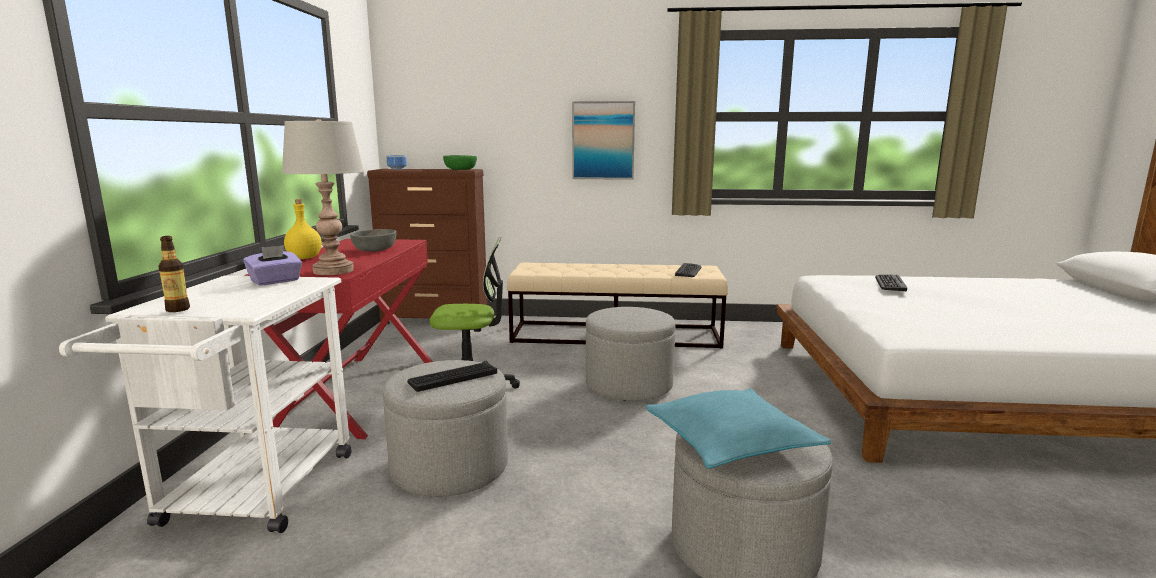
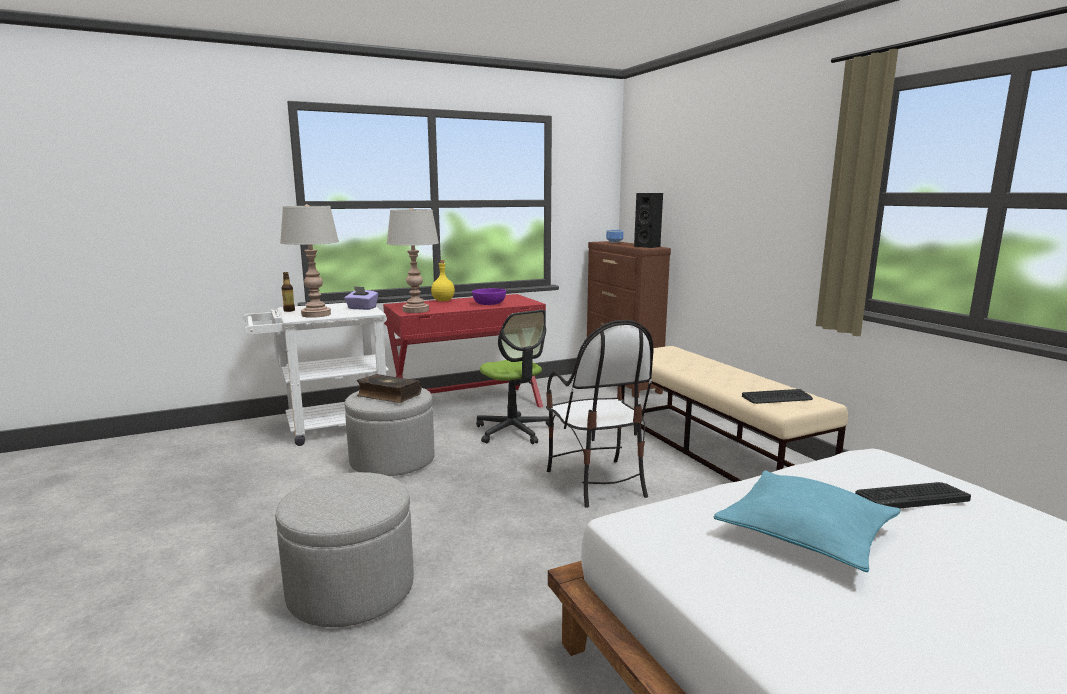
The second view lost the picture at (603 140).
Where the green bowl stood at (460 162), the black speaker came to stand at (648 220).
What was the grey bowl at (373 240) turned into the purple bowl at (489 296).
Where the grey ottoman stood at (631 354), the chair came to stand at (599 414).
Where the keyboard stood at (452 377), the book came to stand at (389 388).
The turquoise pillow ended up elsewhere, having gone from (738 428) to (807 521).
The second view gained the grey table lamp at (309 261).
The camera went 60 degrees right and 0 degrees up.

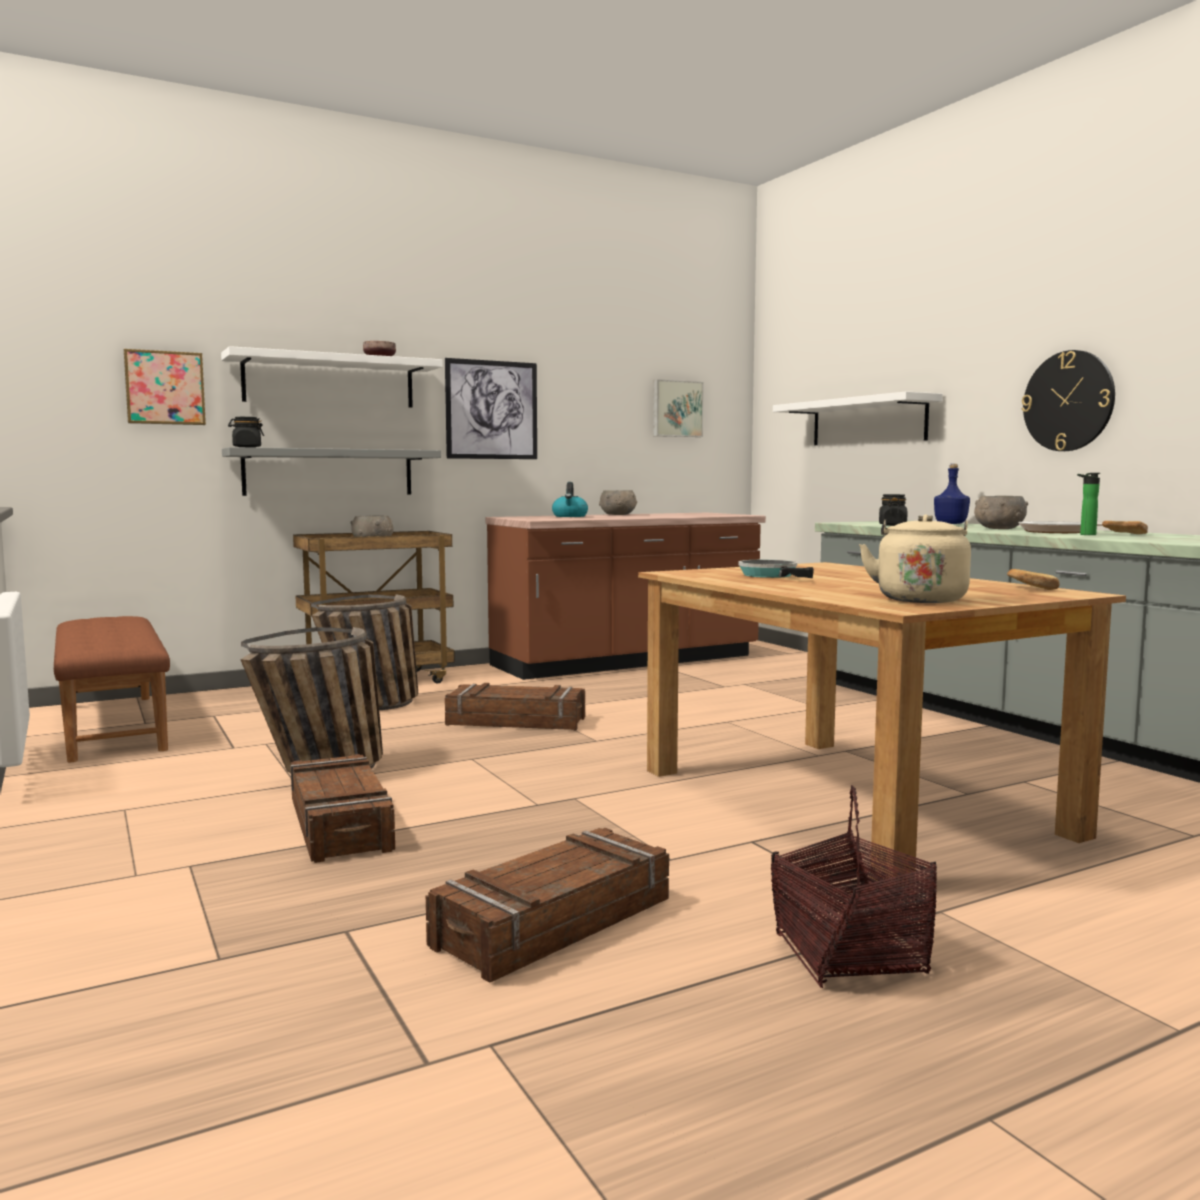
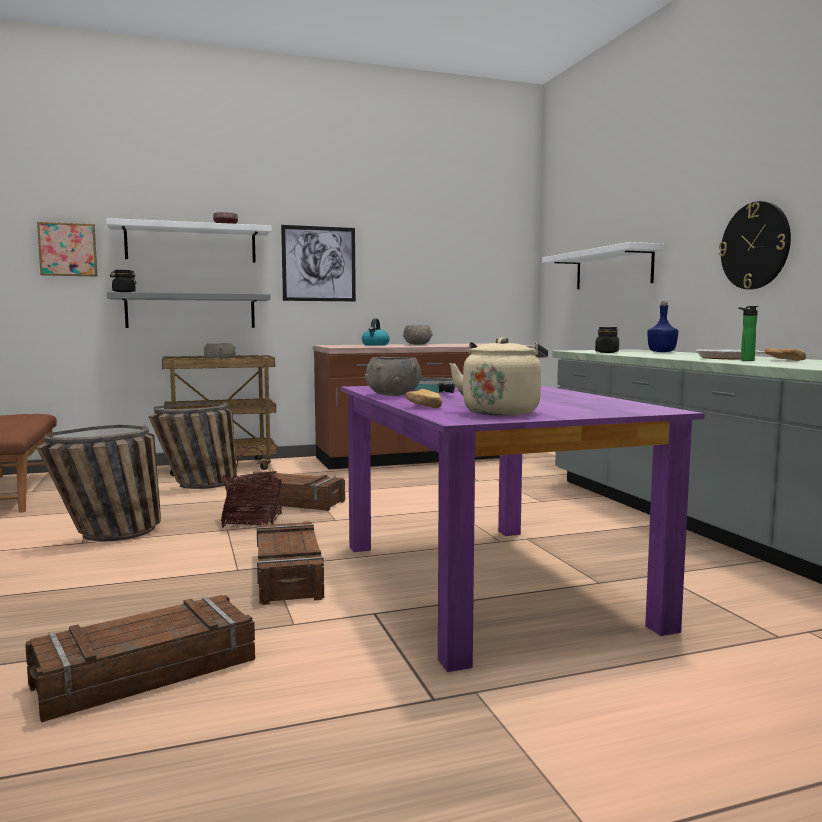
The second view lost the picture at (678 408).
The grey bowl ended up elsewhere, having gone from (1001 512) to (393 376).
What was the brown dining table at (882 727) turned into the purple dining table at (523 528).
The bread ended up elsewhere, having gone from (1033 579) to (423 398).
The crate ended up elsewhere, having gone from (343 808) to (290 563).
The basket ended up elsewhere, having gone from (854 886) to (251 487).
The camera went 10 degrees right and 0 degrees up.

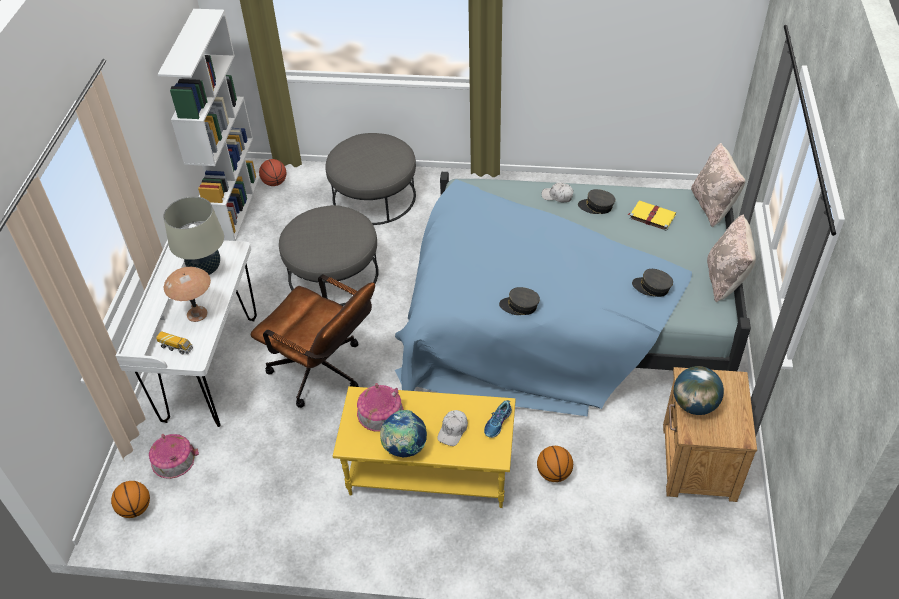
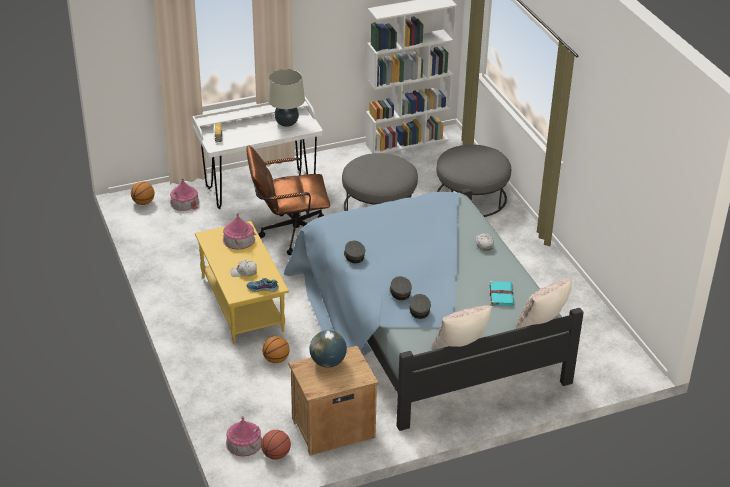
The basketball ended up elsewhere, having gone from (273 172) to (276 445).
The grey cap ended up elsewhere, having gone from (596 201) to (401 288).
What was the yellow book at (651 215) turned into the turquoise book at (501 293).
The second view lost the brown table lamp at (187 294).
The brown office chair at (312 341) ended up facing another way, 75 degrees clockwise from before.
The second view lost the globe at (403 433).
The second view gained the toy house at (244 436).
The camera went 60 degrees right and 10 degrees down.

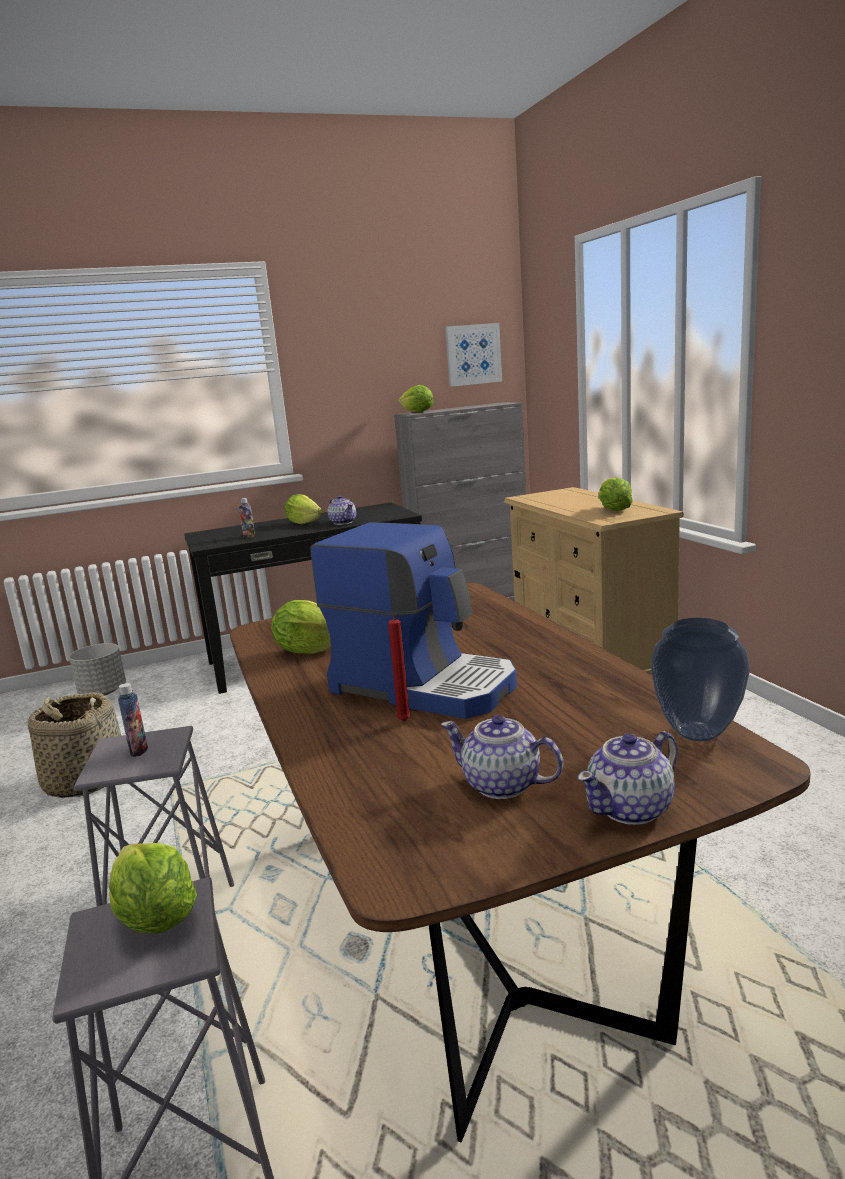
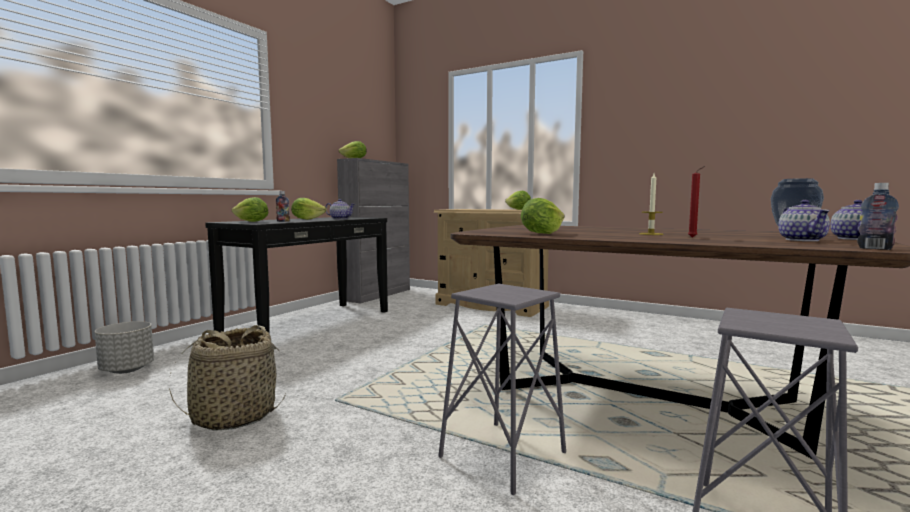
The second view lost the picture at (473 355).
Where the coffee machine stood at (413 620), the candle came to stand at (651 204).
The bottle ended up elsewhere, having gone from (133 720) to (878 216).
The teapot at (502 757) ended up facing another way, 75 degrees counterclockwise from before.
The lettuce ended up elsewhere, having gone from (153 888) to (250 209).
The camera went 40 degrees left and 10 degrees down.

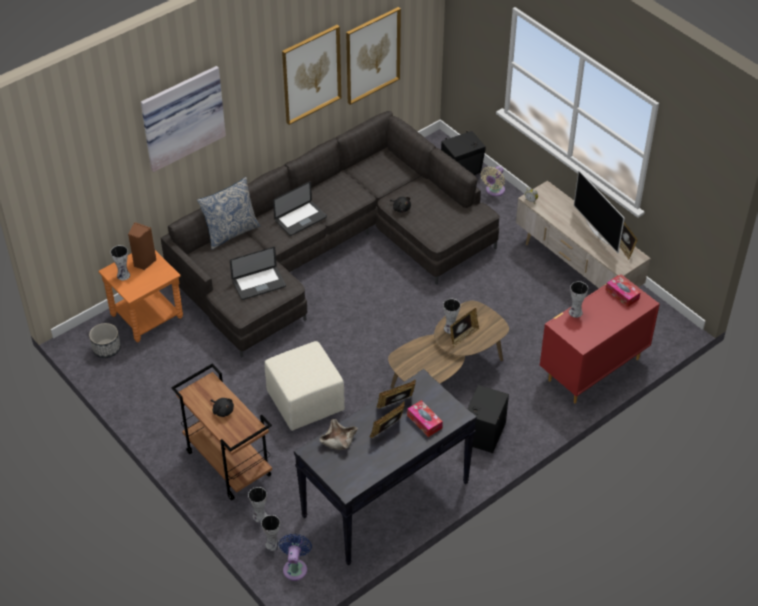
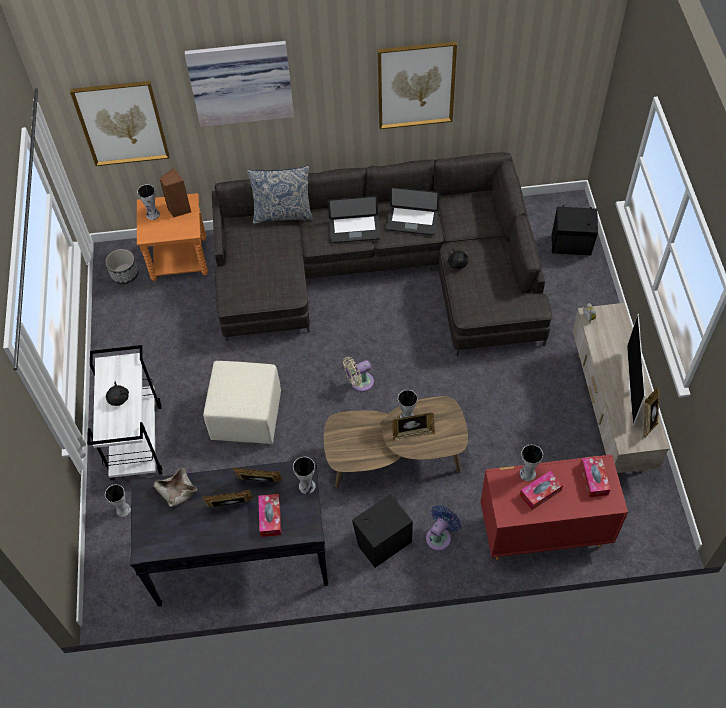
The picture ended up elsewhere, having gone from (373 56) to (119 123).
The beige fan ended up elsewhere, having gone from (493 181) to (358 374).
The laptop ended up elsewhere, having gone from (258 273) to (412 211).
What was the brown cart at (221 432) turned into the white cart at (124 412).
The vase ended up elsewhere, having gone from (270 533) to (304 475).
The blue fan ended up elsewhere, having gone from (295 557) to (443 528).
The second view gained the tissue box at (541 490).
The camera went 35 degrees right and 10 degrees up.

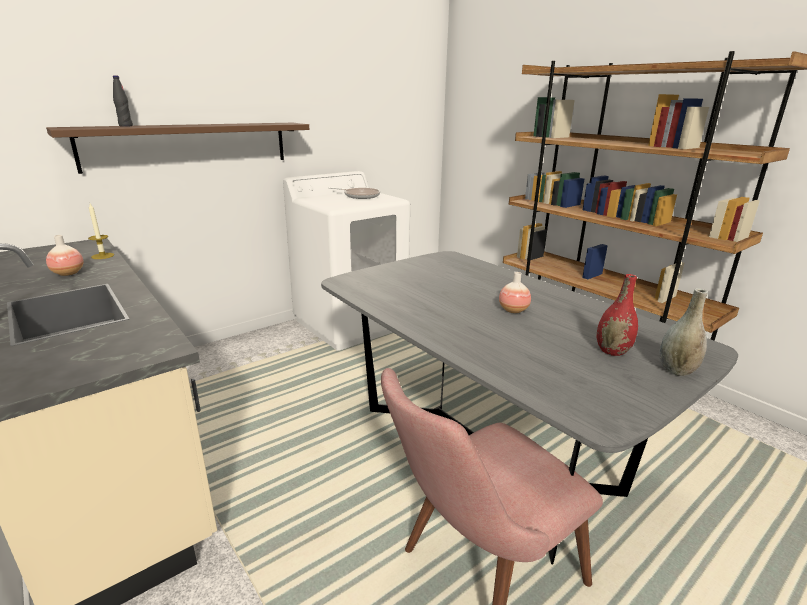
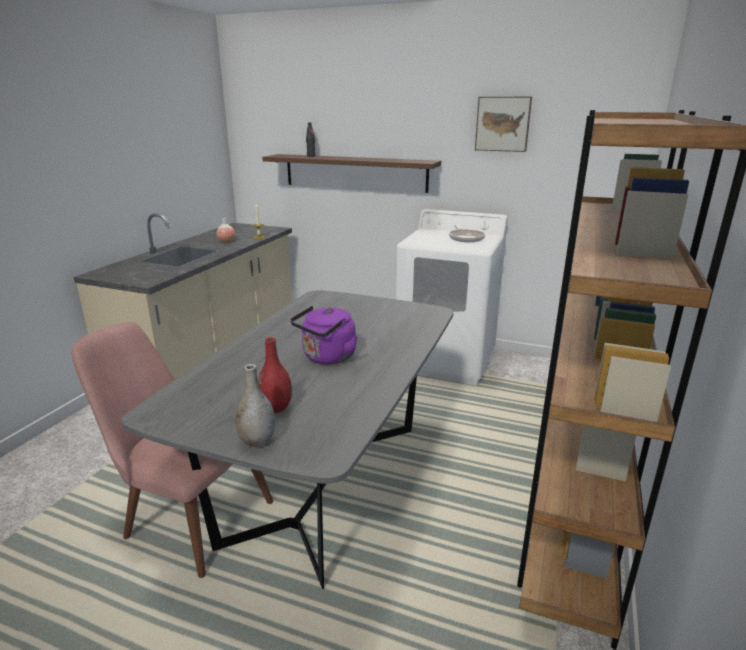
Where the vase stood at (515 292), the purple kettle came to stand at (324 335).
The second view gained the picture at (503 124).
The camera went 60 degrees right and 0 degrees up.

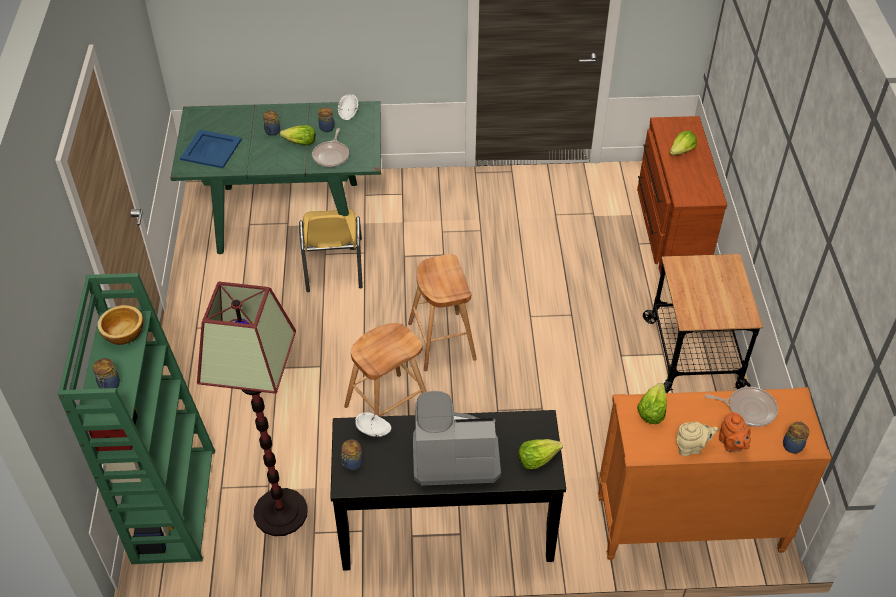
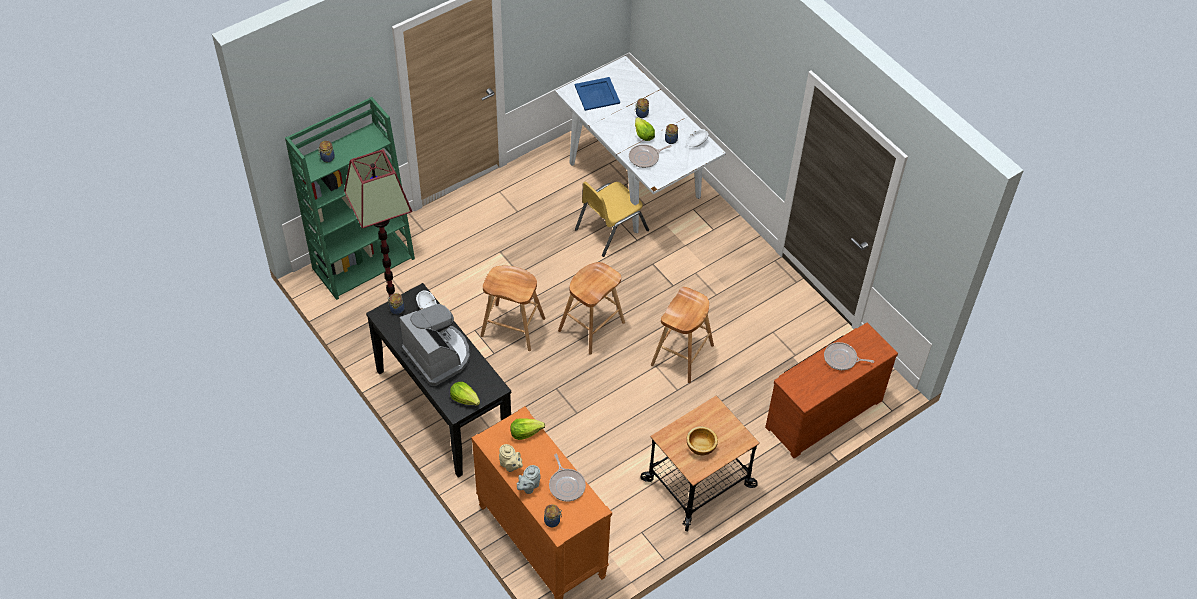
What was the green dining table at (276 177) turned into the white dining table at (640 144).
Where the lettuce stood at (683 143), the frying pan came to stand at (849 356).
The bowl ended up elsewhere, having gone from (120 325) to (702 440).
What was the orange teapot at (735 432) turned into the grey teapot at (529 479).
The second view gained the brown stool at (682 335).
The camera went 55 degrees right and 5 degrees up.

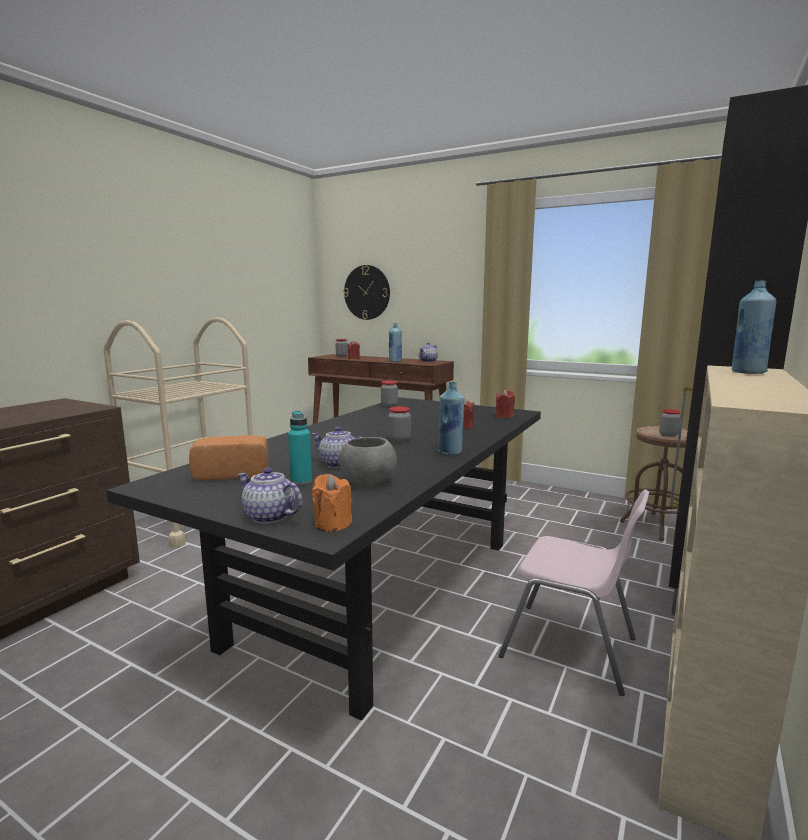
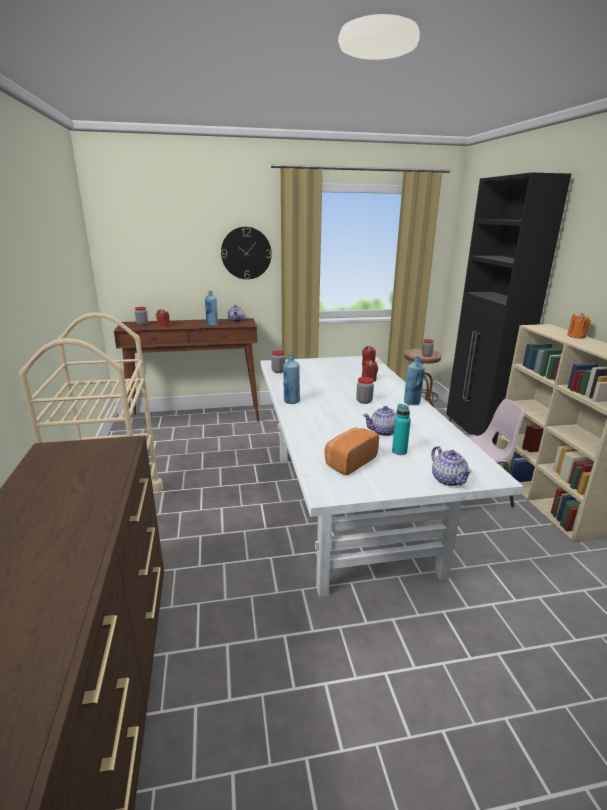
The wall clock ended up elsewhere, having gone from (366 292) to (246 253).
The blue bottle ended up elsewhere, having gone from (754 327) to (291 379).
What was the black dining table at (323 559) turned into the white dining table at (391 476).
The second view lost the grey bowl at (367 461).
The teapot at (269 496) ended up facing another way, 105 degrees counterclockwise from before.
The orange candle ended up elsewhere, having gone from (332 503) to (579 326).
The camera went 40 degrees left and 10 degrees up.

